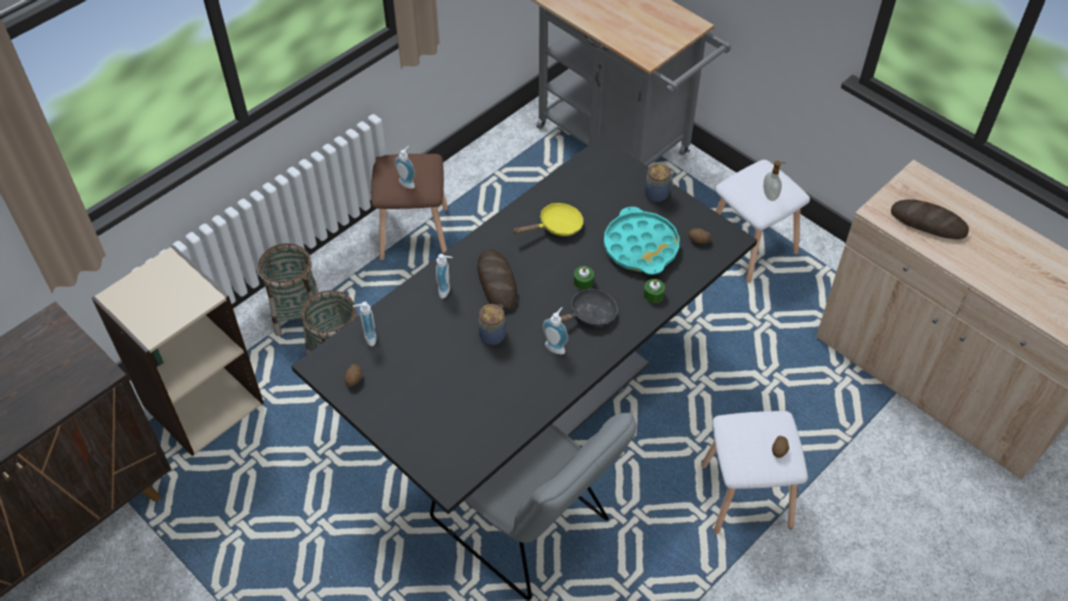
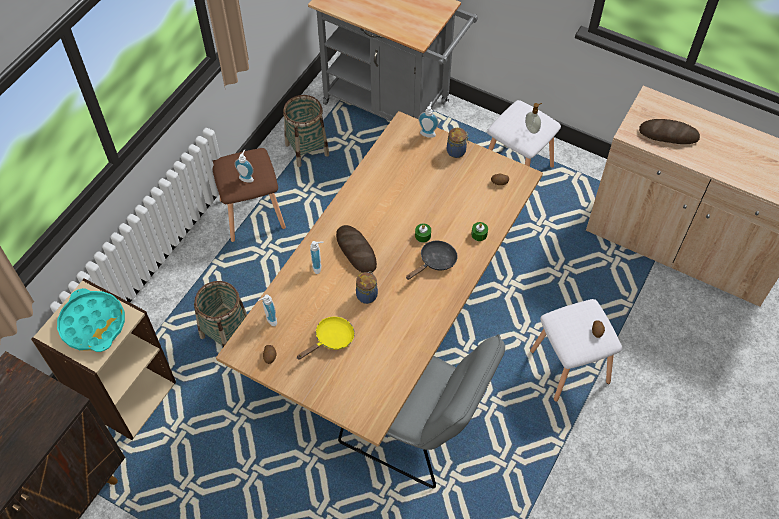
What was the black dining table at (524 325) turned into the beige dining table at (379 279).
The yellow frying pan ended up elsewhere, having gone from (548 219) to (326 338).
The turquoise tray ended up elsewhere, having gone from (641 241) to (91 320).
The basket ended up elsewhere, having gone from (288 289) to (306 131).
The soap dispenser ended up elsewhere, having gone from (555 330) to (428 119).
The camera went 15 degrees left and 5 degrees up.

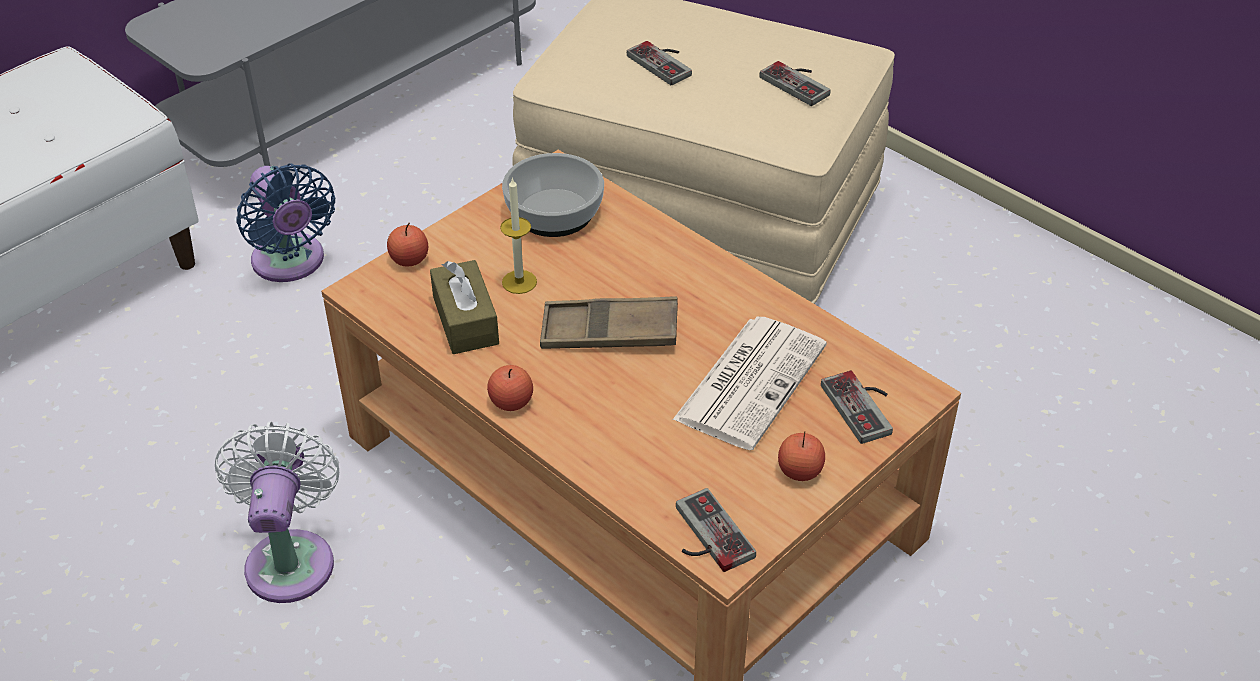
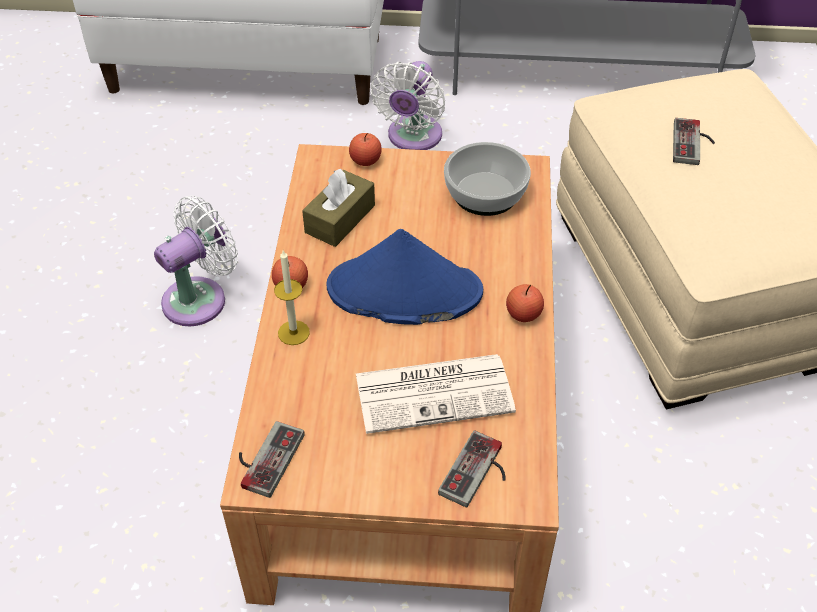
The second view lost the game controller at (794 83).
What was the blue fan at (285 222) turned into the white fan at (407 105).
The candle ended up elsewhere, having gone from (518 235) to (292 297).
Where the brown tray stood at (609 323), the blue hat came to stand at (404 277).
The apple ended up elsewhere, having gone from (801 456) to (525 303).
The camera went 50 degrees right and 5 degrees up.

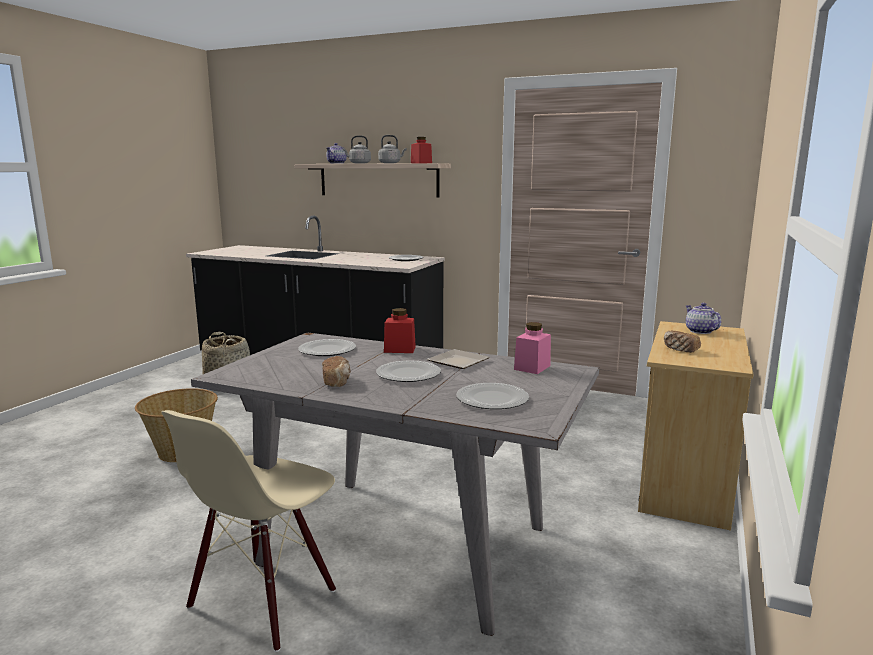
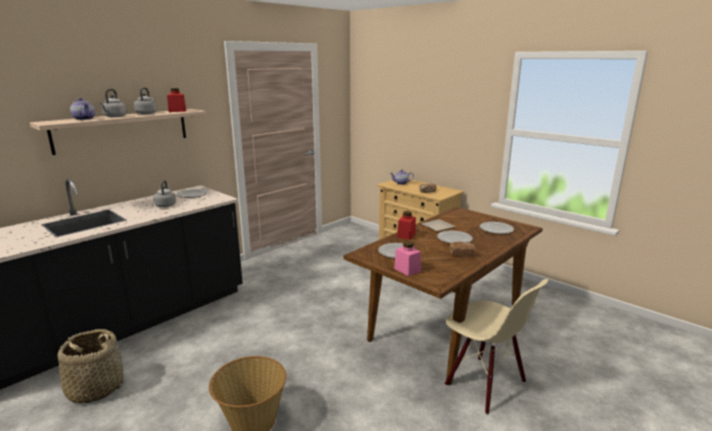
The pink jar ended up elsewhere, having gone from (532 348) to (407 258).
What was the grey dining table at (395 484) turned into the brown dining table at (443 296).
The second view gained the grey kettle at (164 193).
The camera went 70 degrees left and 5 degrees up.

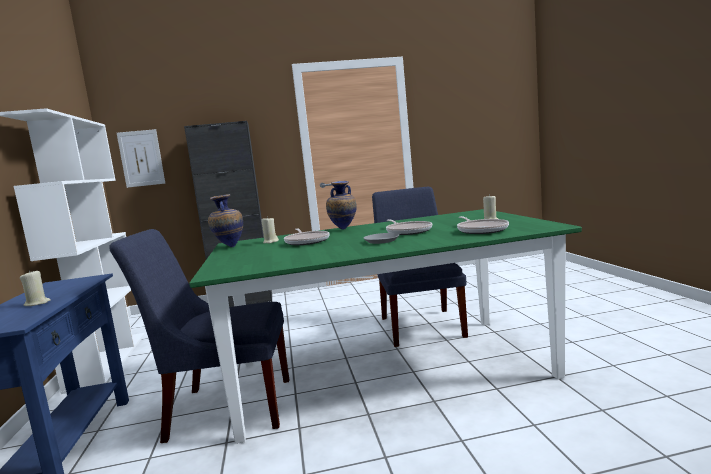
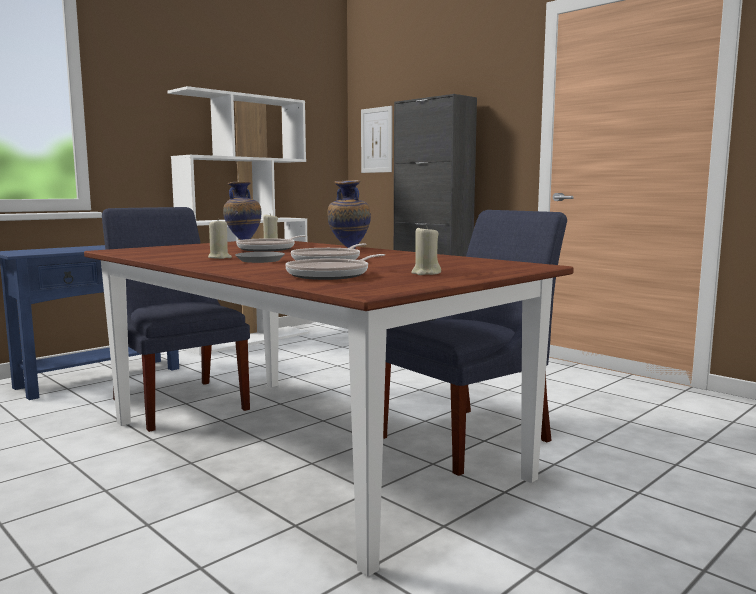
What was the green dining table at (385 326) turned into the brown dining table at (329 408).
The beige candle ended up elsewhere, having gone from (35 288) to (220 240).
The camera went 55 degrees right and 0 degrees up.

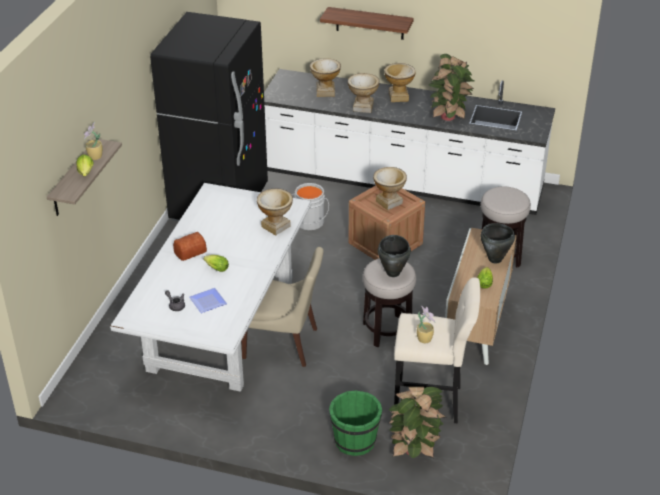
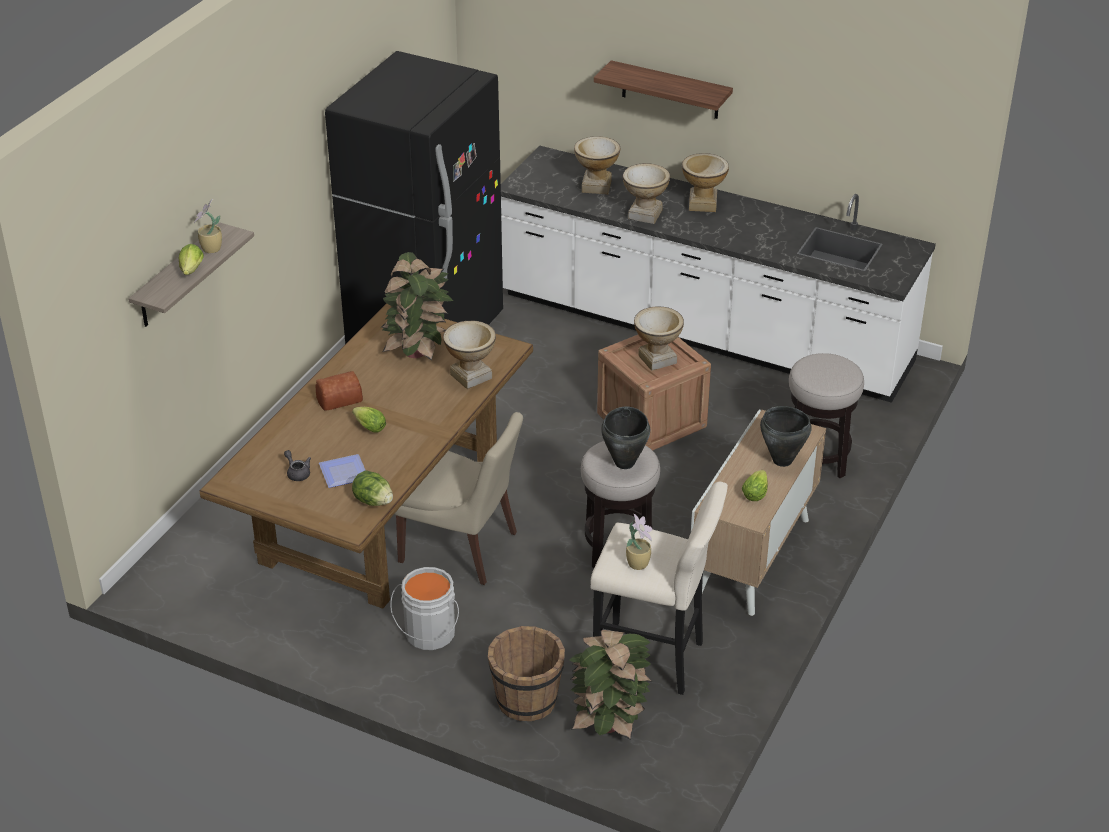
The potted plant ended up elsewhere, having gone from (451 87) to (417 306).
What was the white dining table at (210 287) turned into the brown dining table at (366 456).
The grey bucket ended up elsewhere, having gone from (310 206) to (424 608).
What was the green bucket at (355 423) turned into the brown bucket at (526 673).
The second view gained the lettuce at (372 488).
The camera went 10 degrees right and 0 degrees up.

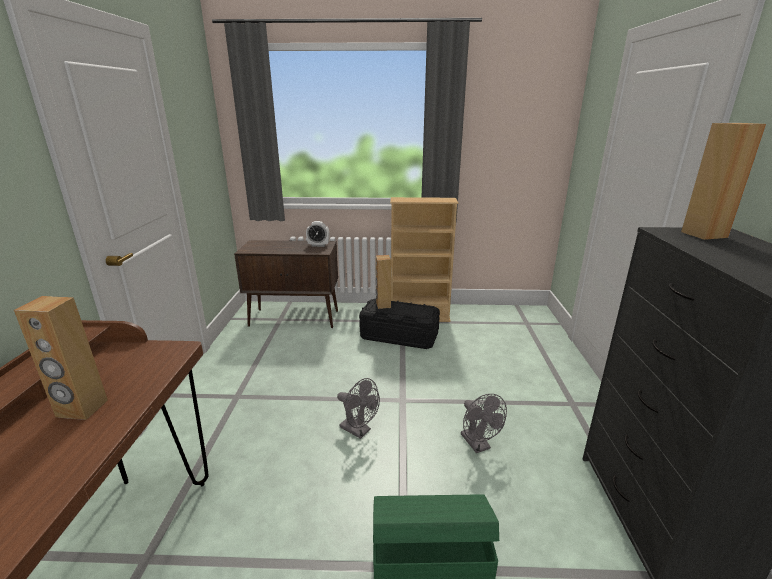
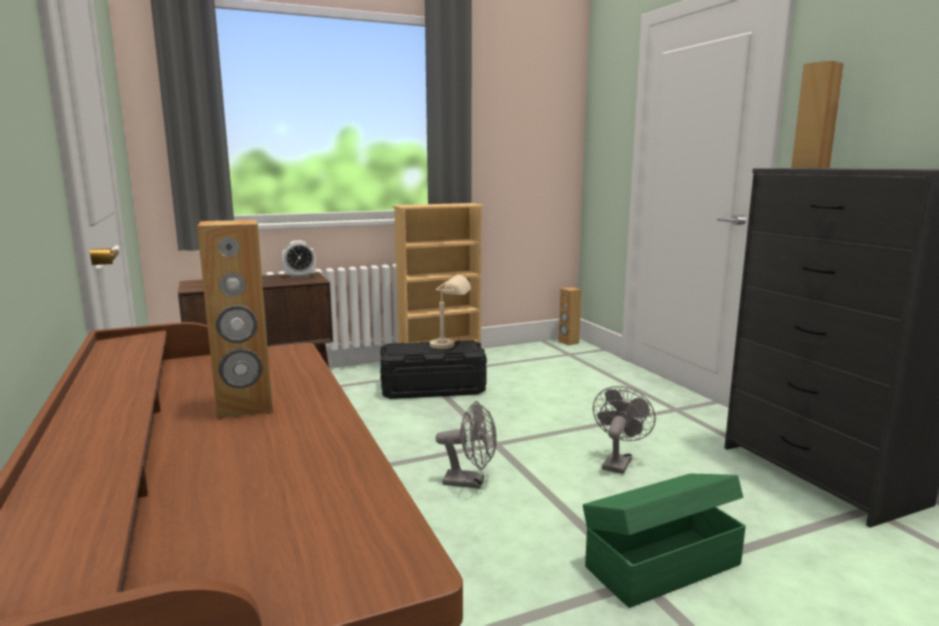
The brown speaker ended up elsewhere, having gone from (383 282) to (570 316).
The grey fan at (484 423) ended up facing another way, 105 degrees counterclockwise from before.
The second view gained the beige table lamp at (450 312).
The camera went 25 degrees left and 10 degrees down.

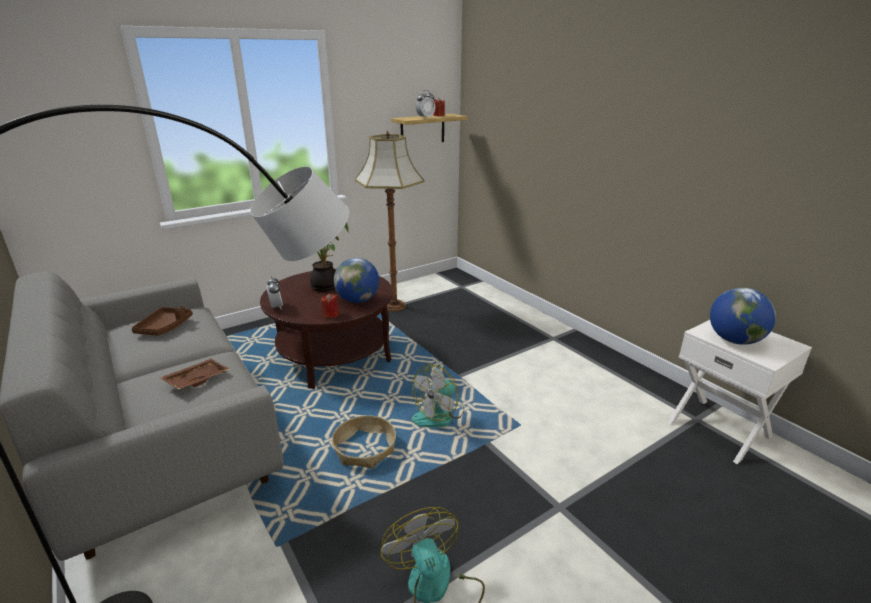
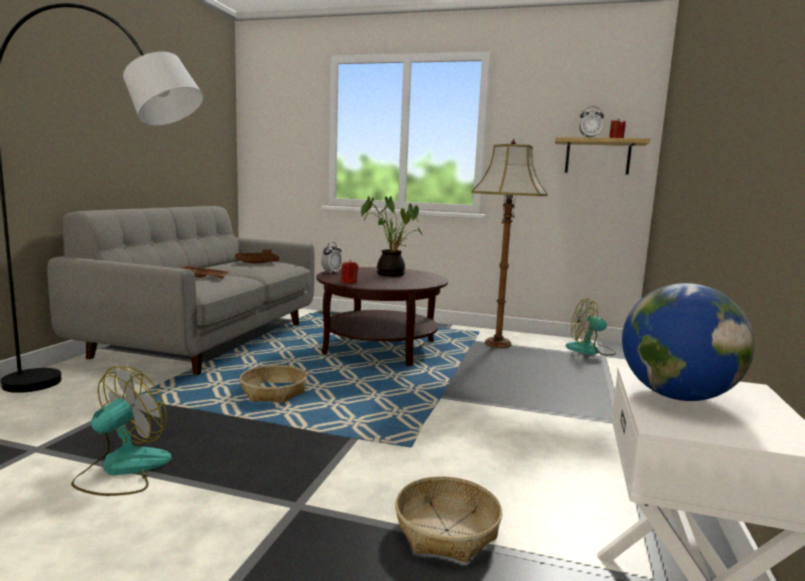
The second view lost the globe at (356 280).
The fan ended up elsewhere, having gone from (438 396) to (591 327).
The second view gained the basket at (448 519).
The camera went 50 degrees right and 15 degrees down.

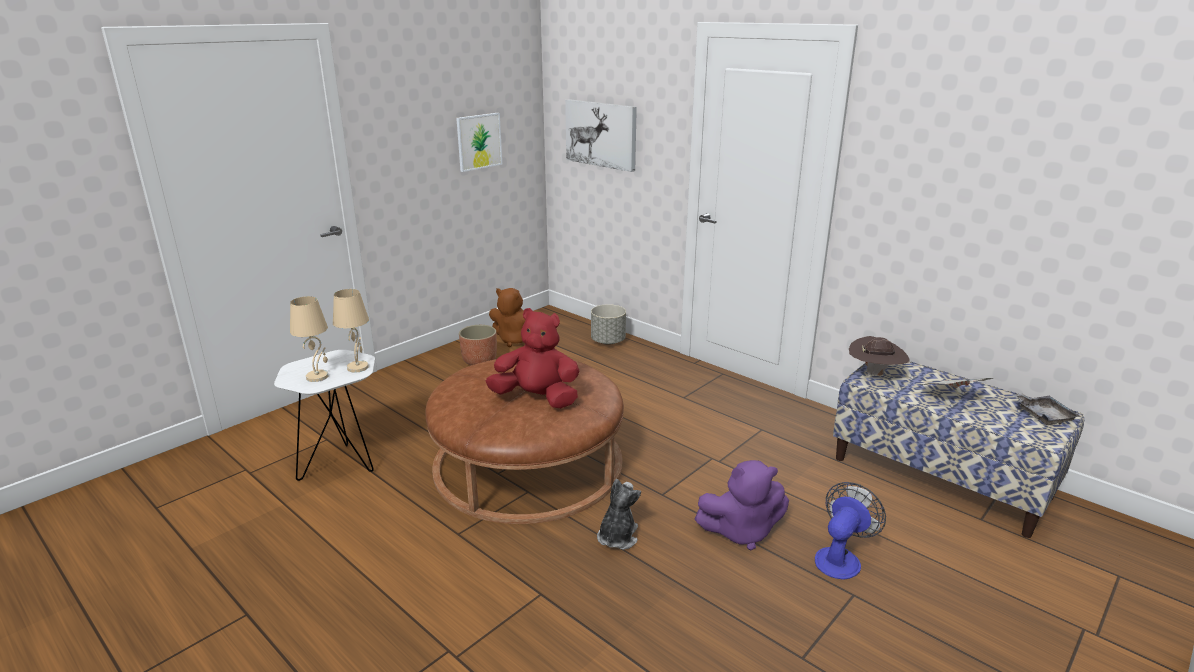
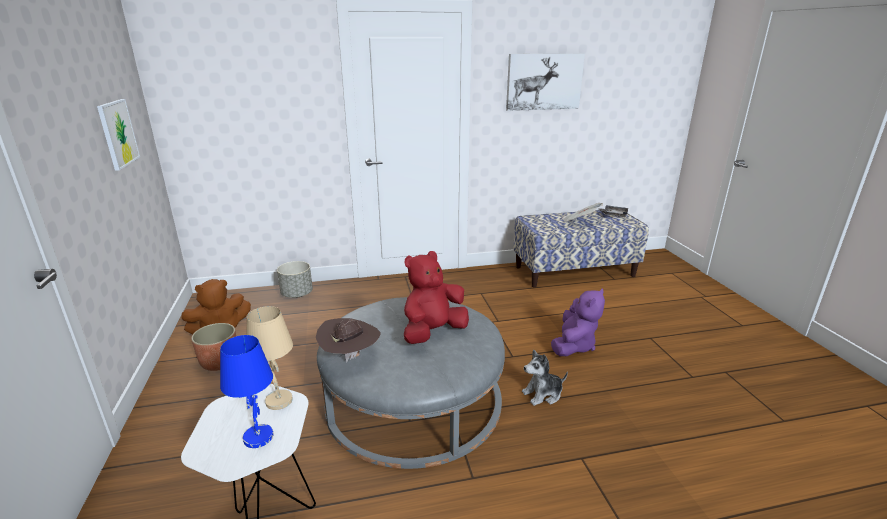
The picture ended up elsewhere, having gone from (601 135) to (545 82).
What was the beige table lamp at (309 339) turned into the blue table lamp at (247 391).
The brown hat ended up elsewhere, having gone from (879 356) to (348 340).
What was the brown ottoman at (524 441) turned into the grey ottoman at (411 383).
The plush toy at (619 514) ended up facing another way, 75 degrees counterclockwise from before.
The second view lost the fan at (850 531).
The camera went 55 degrees left and 0 degrees up.

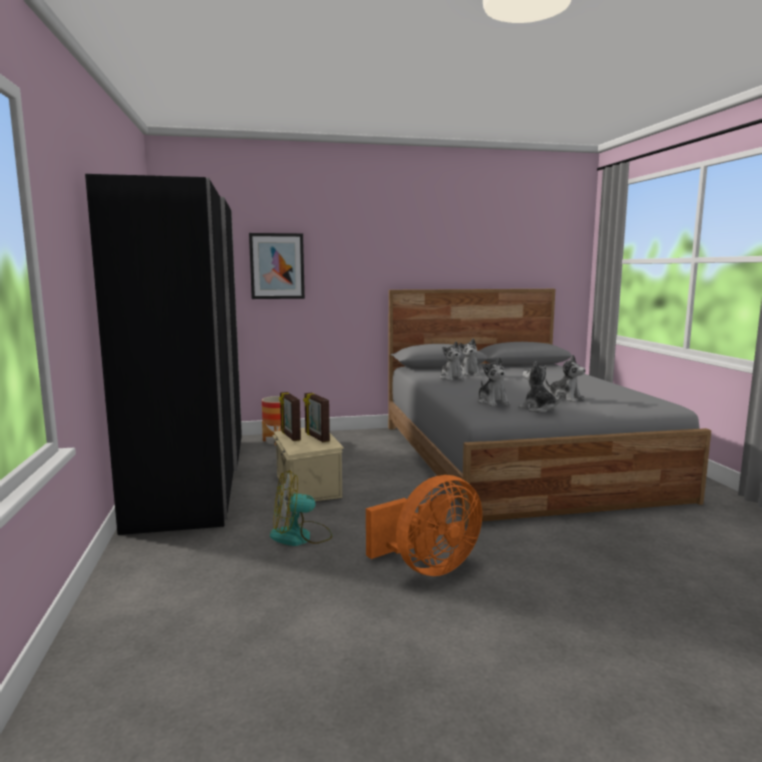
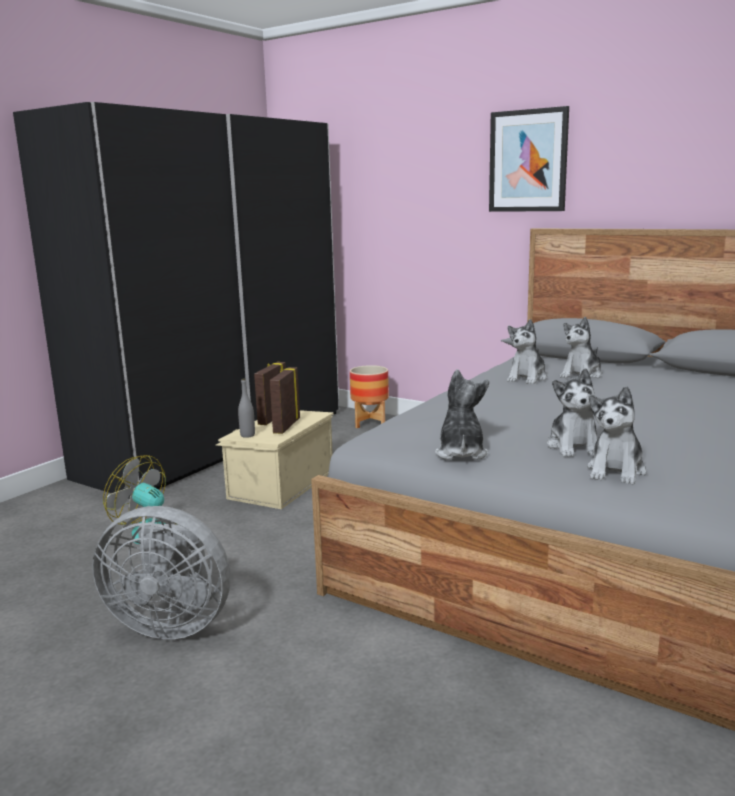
The picture ended up elsewhere, having gone from (277 266) to (529 159).
The plush toy ended up elsewhere, having gone from (493 382) to (617 435).
What was the orange fan at (424 525) turned into the grey fan at (161 572).
The second view gained the grey bottle at (246 408).
The camera went 45 degrees right and 5 degrees up.

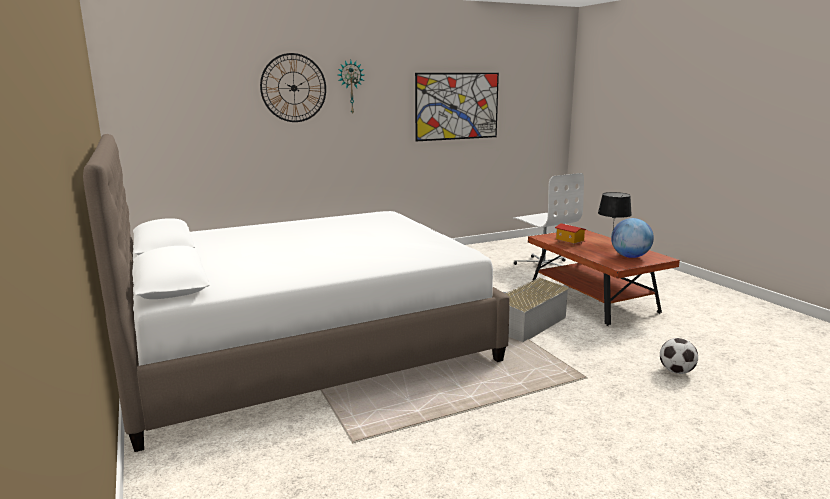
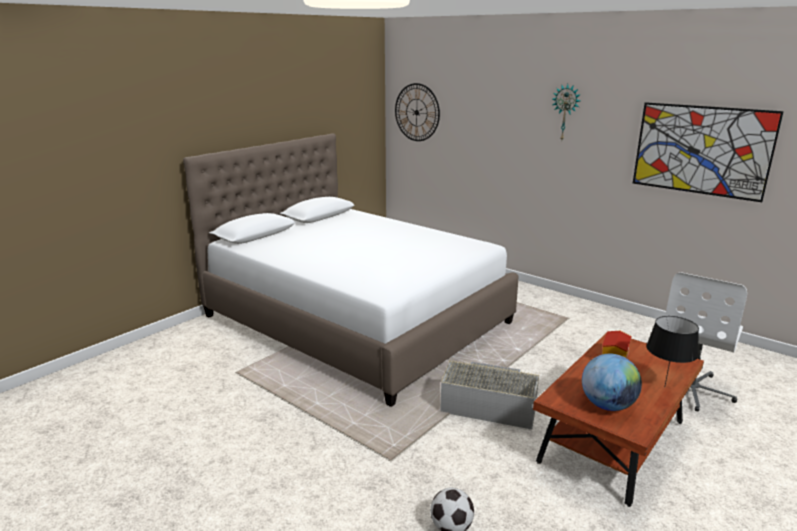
The wall clock ended up elsewhere, having gone from (293 87) to (417 112).
The camera went 65 degrees right and 5 degrees up.

